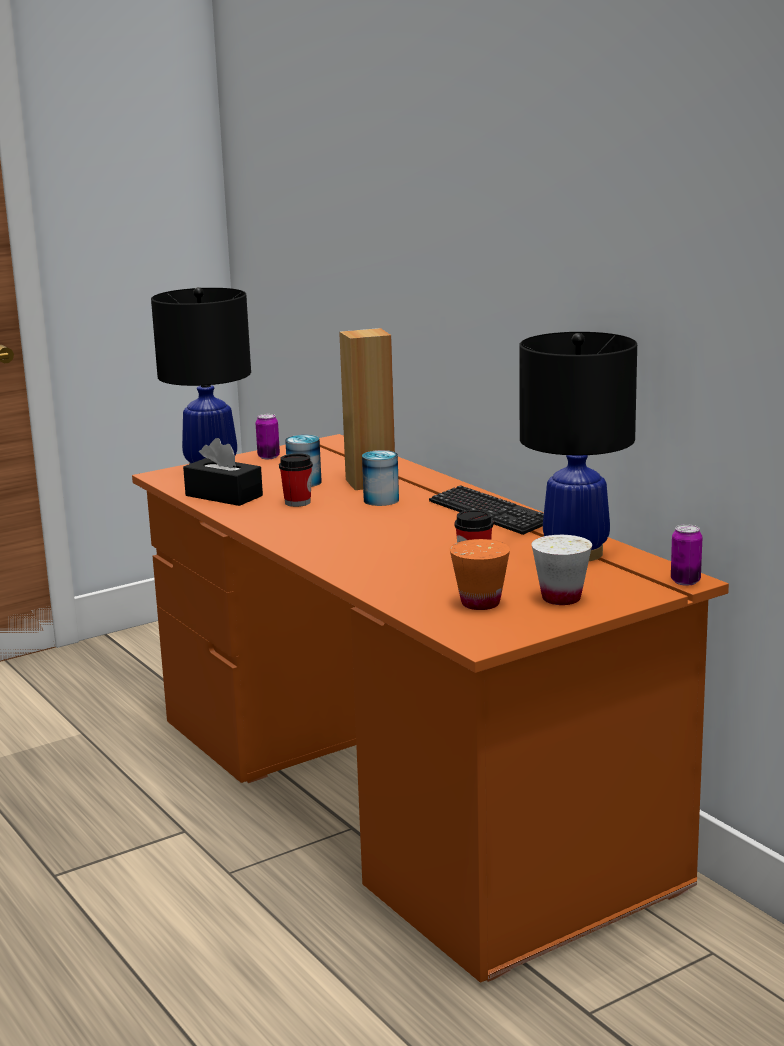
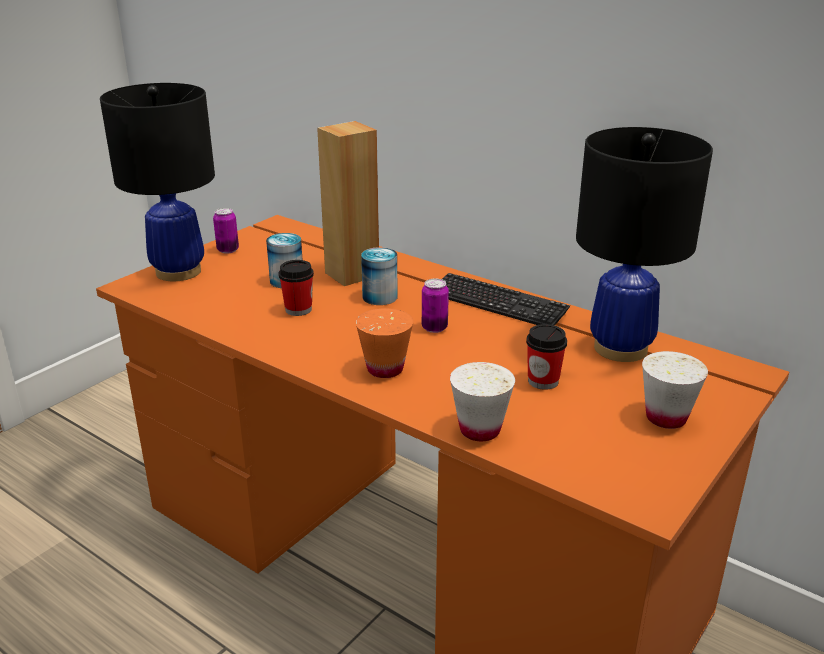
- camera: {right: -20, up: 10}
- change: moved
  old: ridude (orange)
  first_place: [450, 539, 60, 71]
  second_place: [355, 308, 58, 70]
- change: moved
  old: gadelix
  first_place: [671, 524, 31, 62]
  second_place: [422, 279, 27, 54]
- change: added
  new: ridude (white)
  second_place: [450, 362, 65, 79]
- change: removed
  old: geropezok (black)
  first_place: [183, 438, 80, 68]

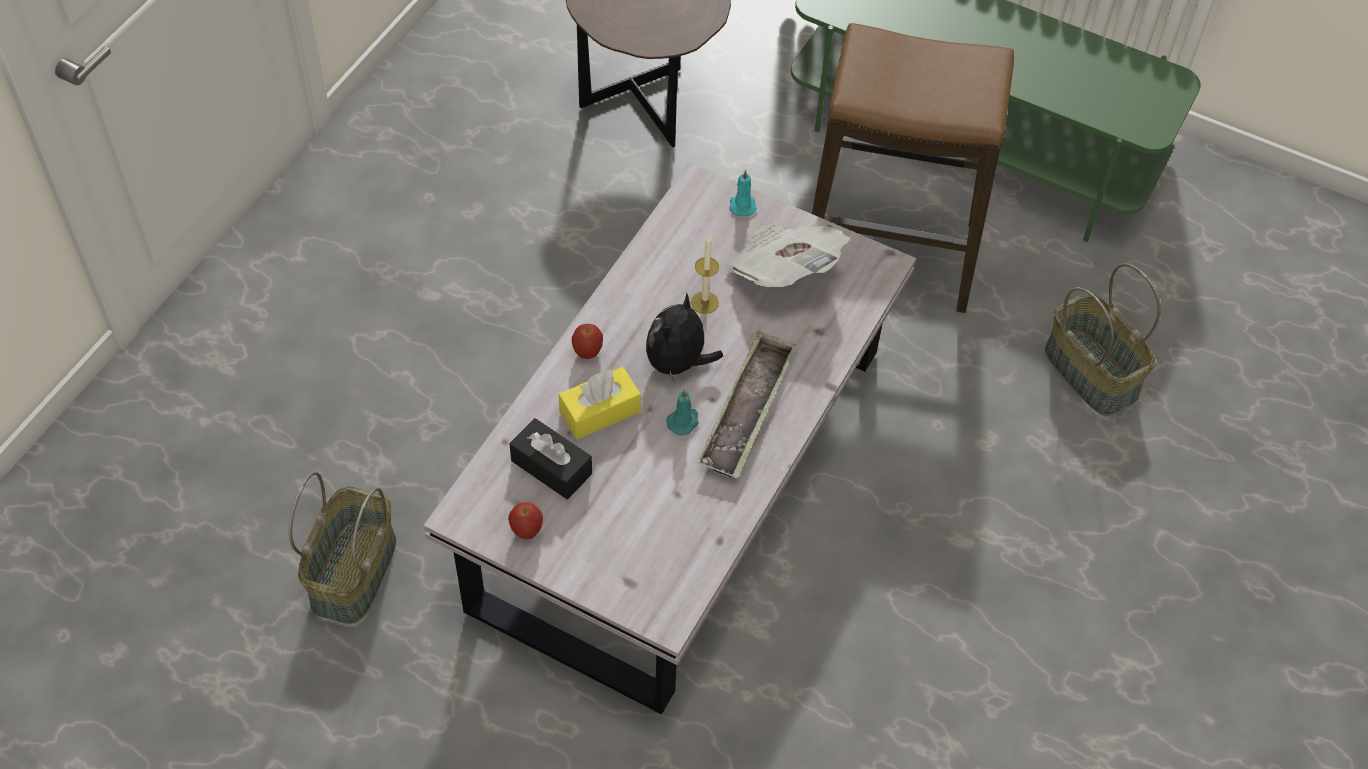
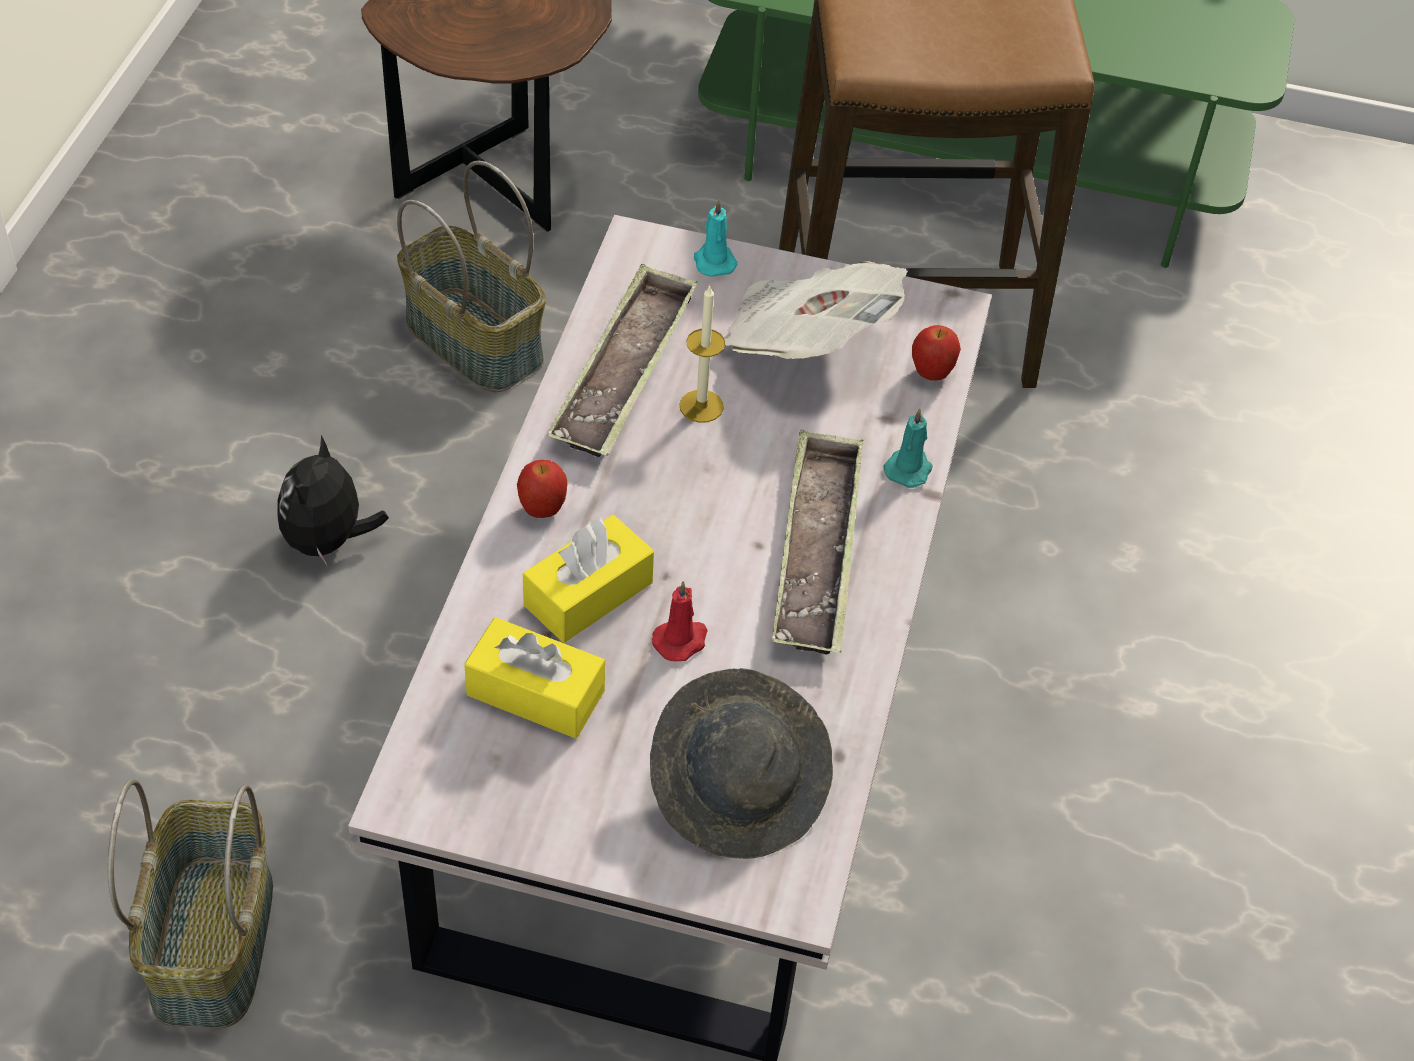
- camera: {right: -15, up: -5}
- change: moved
  old: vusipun
  first_place: [646, 293, 77, 91]
  second_place: [277, 435, 112, 130]
- change: moved
  old: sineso
  first_place: [1045, 263, 116, 153]
  second_place: [397, 161, 149, 231]
- change: recoloured
  old: geropezok (black)
  new: geropezok (yellow)
  first_place: [509, 418, 83, 81]
  second_place: [464, 617, 141, 122]
- change: added
  new: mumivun
  second_place: [547, 264, 151, 193]
- change: added
  new: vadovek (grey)
  second_place: [650, 668, 183, 191]
- change: added
  new: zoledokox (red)
  second_place: [652, 581, 56, 80]
- change: moved
  old: zoledokox (turquoise)
  first_place: [666, 389, 33, 47]
  second_place: [884, 408, 49, 80]
- change: moved
  old: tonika
  first_place: [508, 502, 35, 37]
  second_place: [912, 325, 49, 56]

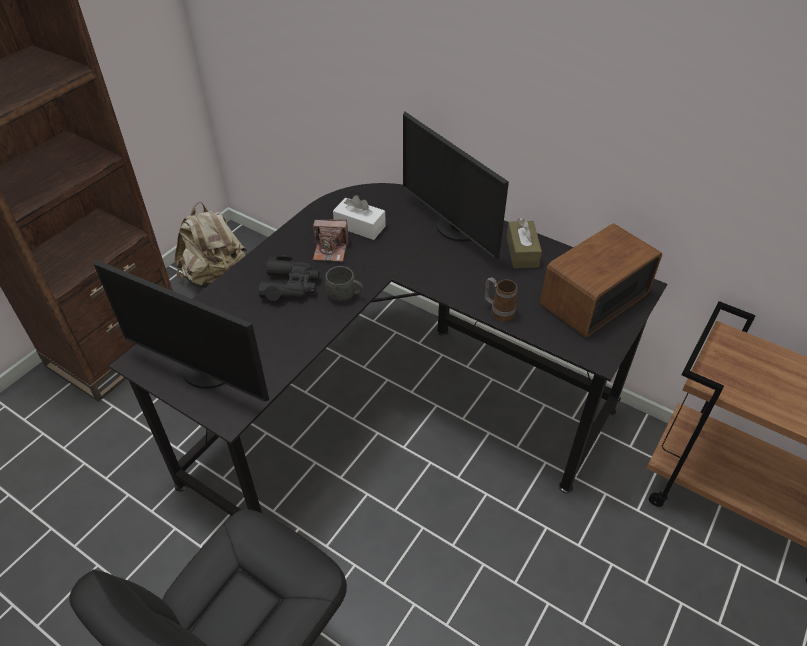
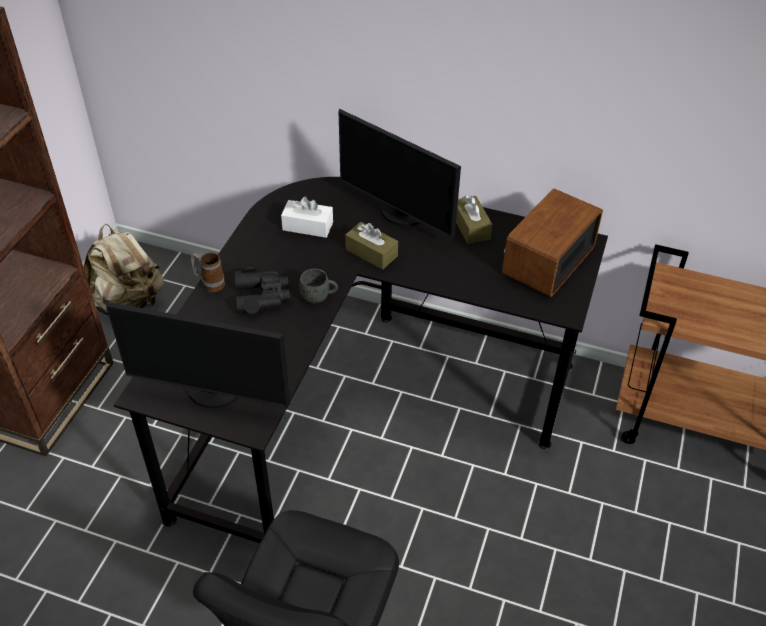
- camera: {right: -15, up: 0}
- change: moved
  old: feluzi
  first_place: [485, 277, 32, 45]
  second_place: [191, 252, 34, 40]
- change: added
  new: geropezok (brown)
  second_place: [345, 222, 53, 47]
- change: removed
  old: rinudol
  first_place: [313, 220, 36, 42]

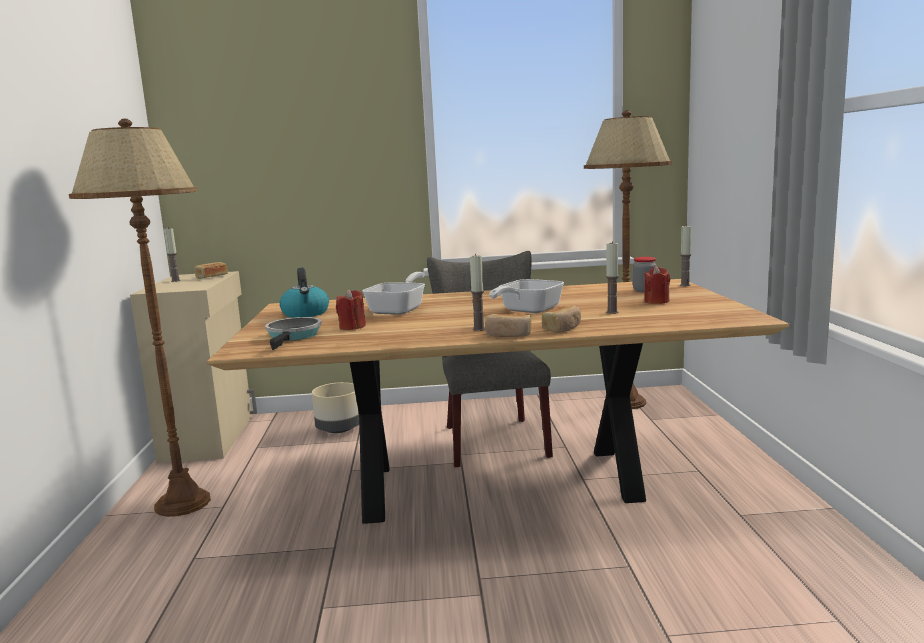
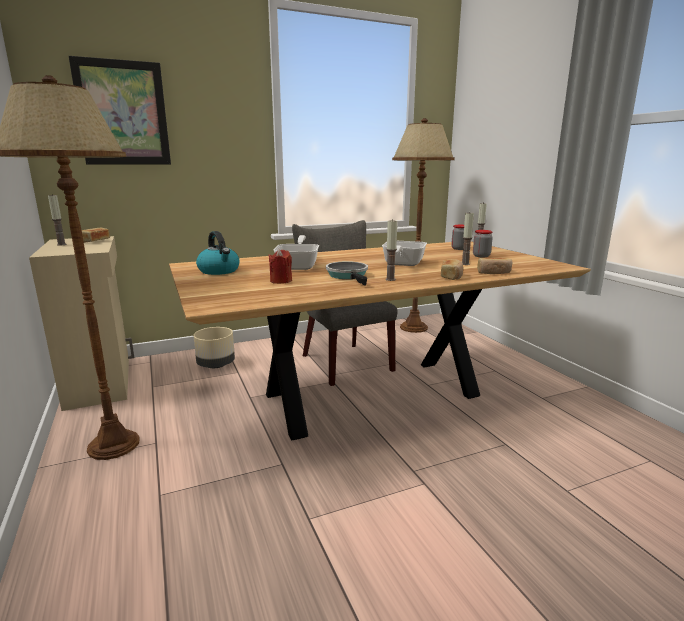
- camera: {right: -20, up: 5}
- change: added
  new: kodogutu
  second_place: [69, 56, 102, 108]
- change: moved
  old: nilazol
  first_place: [265, 317, 57, 33]
  second_place: [326, 261, 42, 25]
- change: replaced
  old: zoledokox (red)
  new: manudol
  first_place: [644, 266, 26, 38]
  second_place: [473, 230, 20, 27]
- change: moved
  old: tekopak
  first_place: [485, 314, 46, 23]
  second_place: [477, 258, 35, 16]

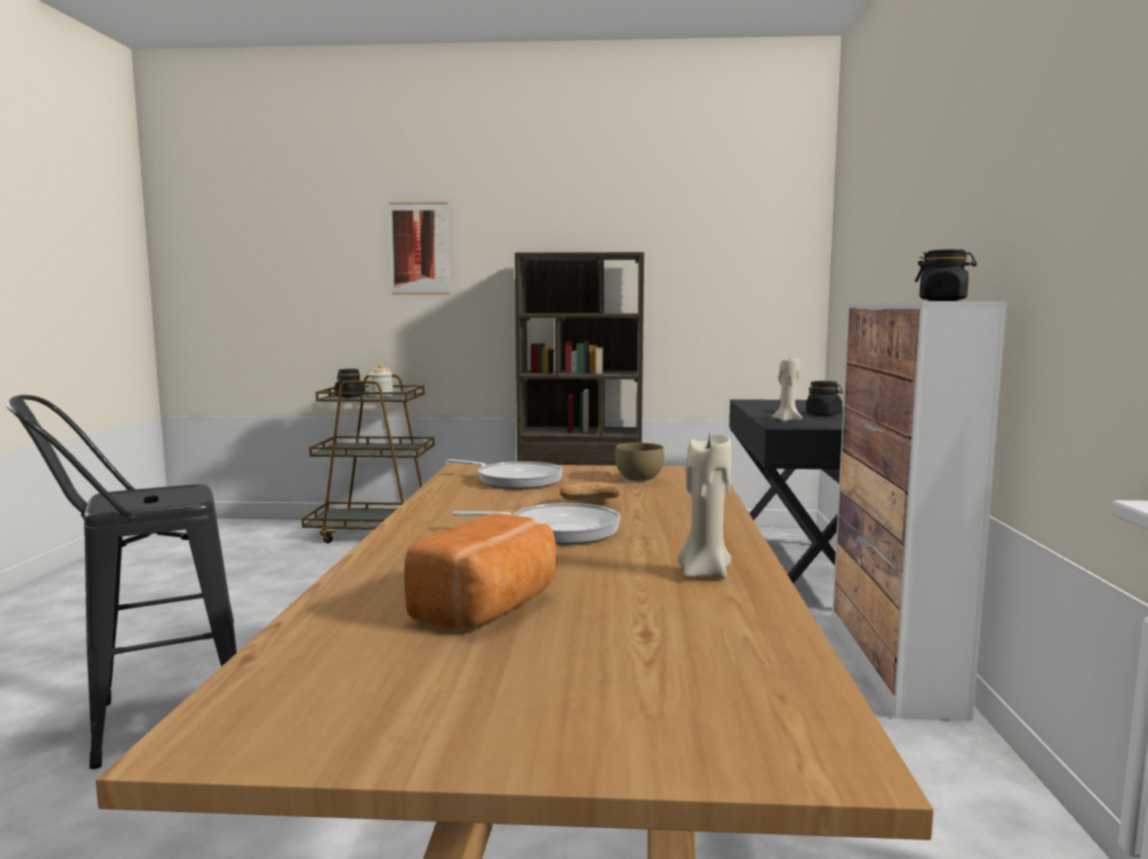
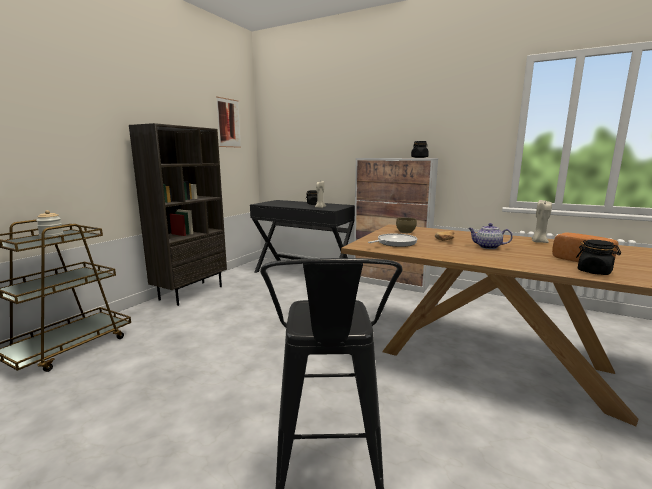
- camera: {right: -65, up: 5}
- change: moved
  old: kodogutu
  first_place: [389, 202, 61, 93]
  second_place: [216, 96, 25, 52]
- change: replaced
  old: nilazol
  new: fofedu
  first_place: [453, 503, 168, 42]
  second_place: [468, 223, 45, 26]
- change: moved
  old: manudol (black)
  first_place: [334, 369, 30, 29]
  second_place: [576, 240, 45, 35]

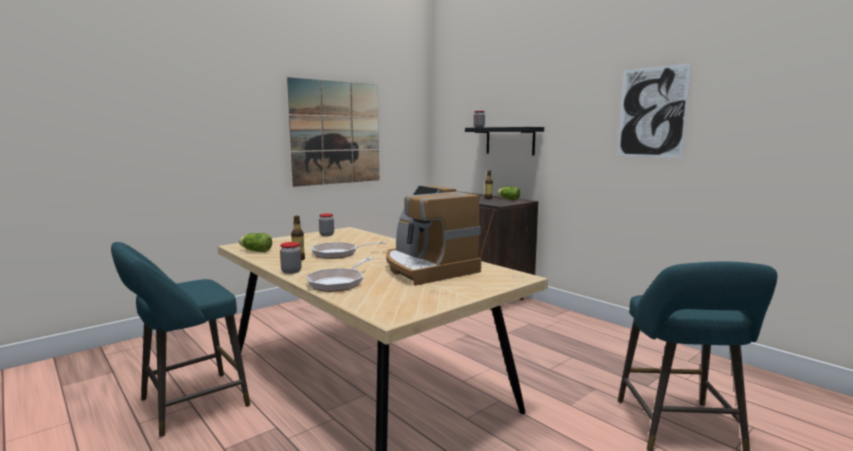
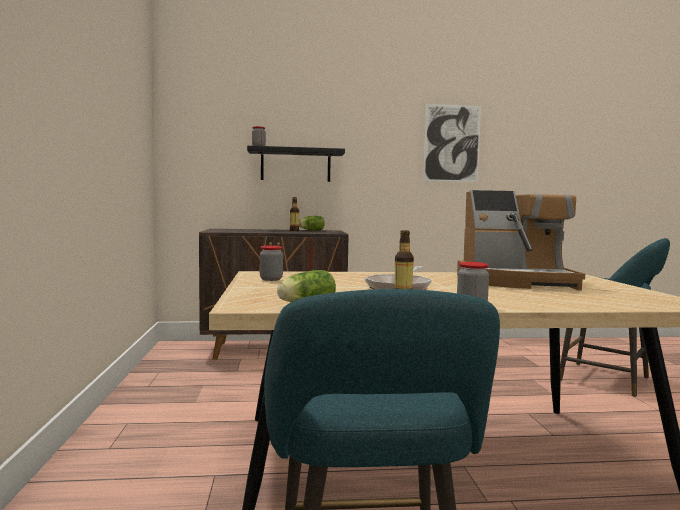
- camera: {right: -55, up: -5}
- change: removed
  old: kodogutu
  first_place: [287, 77, 92, 110]
- change: removed
  old: nilazol
  first_place: [306, 257, 68, 35]

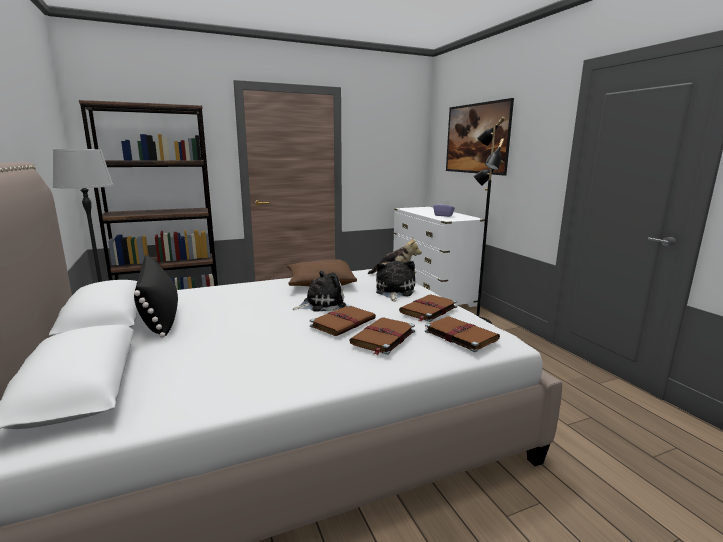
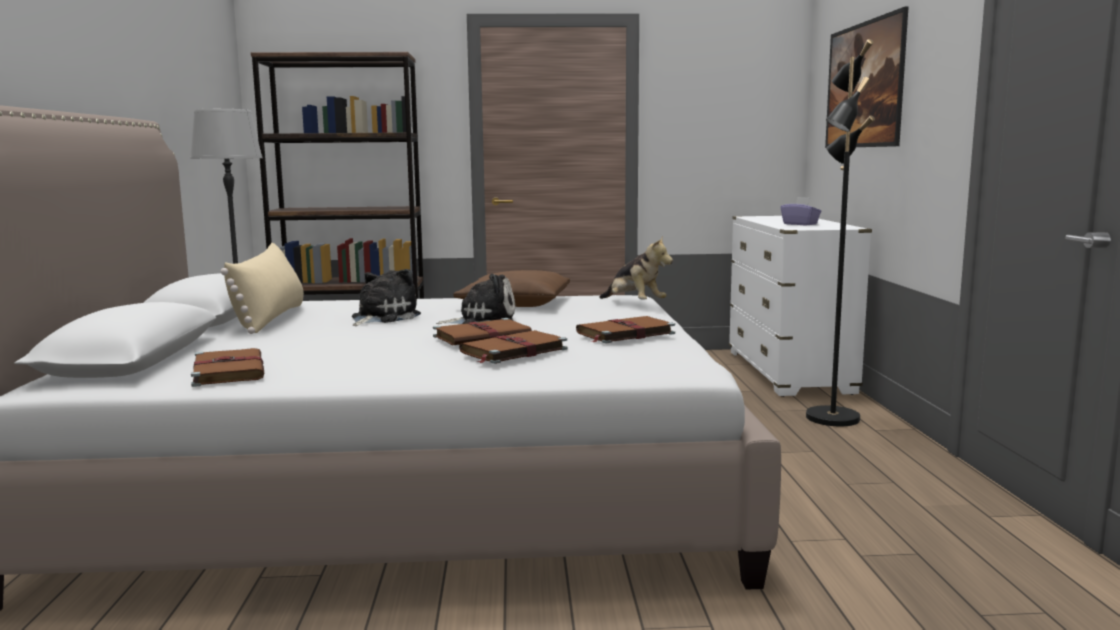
- camera: {right: 20, up: -5}
- change: moved
  old: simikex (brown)
  first_place: [425, 316, 75, 36]
  second_place: [191, 348, 73, 39]
- change: recoloured
  old: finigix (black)
  new: finigix (beige)
  first_place: [134, 255, 44, 83]
  second_place: [220, 243, 84, 91]
- change: moved
  old: vusipun
  first_place: [376, 261, 39, 40]
  second_place: [352, 269, 69, 57]

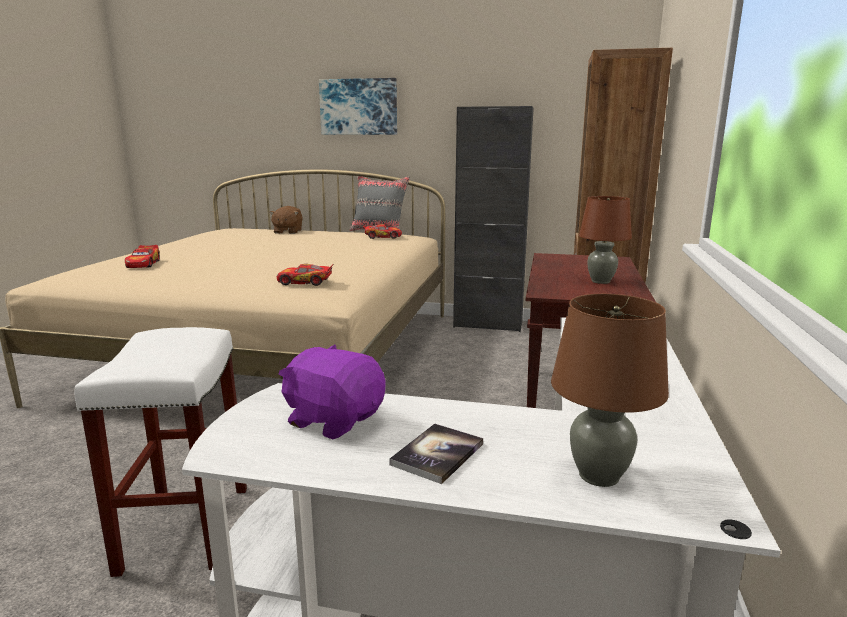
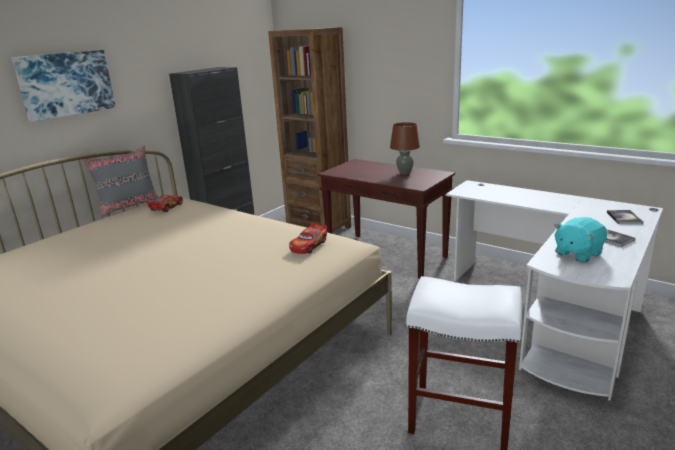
- camera: {right: -65, up: 5}
- change: recoloured
  old: vusipun (purple)
  new: vusipun (turquoise)
  first_place: [279, 345, 106, 94]
  second_place: [554, 217, 53, 45]
- change: replaced
  old: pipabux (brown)
  new: simikex
  first_place: [551, 294, 118, 193]
  second_place: [607, 210, 36, 14]
- change: removed
  old: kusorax
  first_place: [125, 245, 35, 23]
- change: removed
  old: vusipun (brown)
  first_place: [269, 206, 34, 28]

